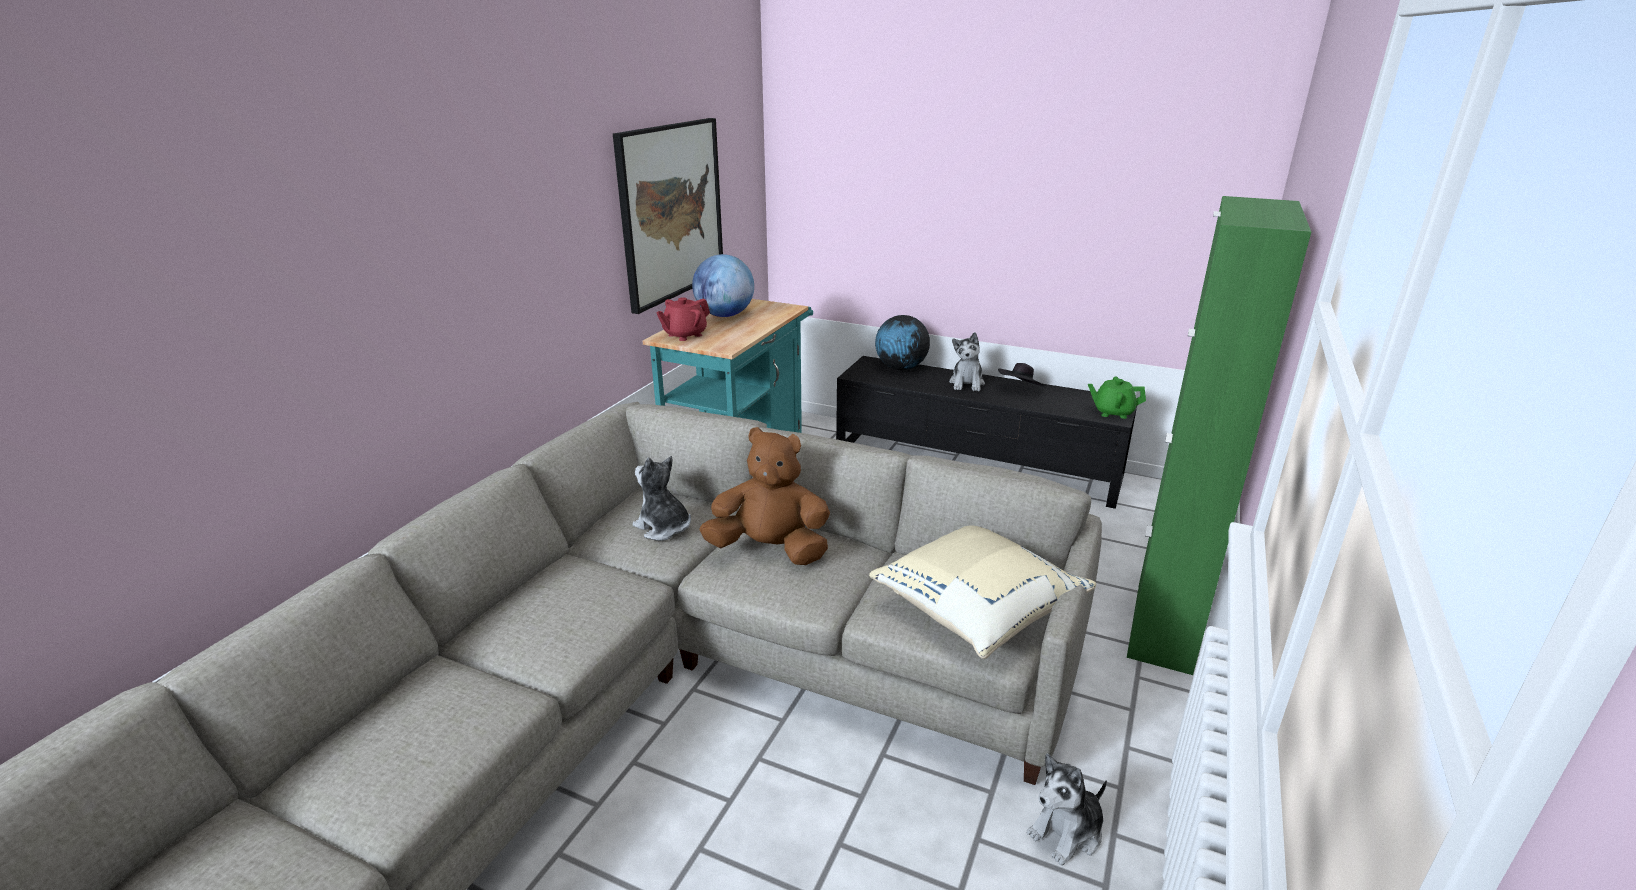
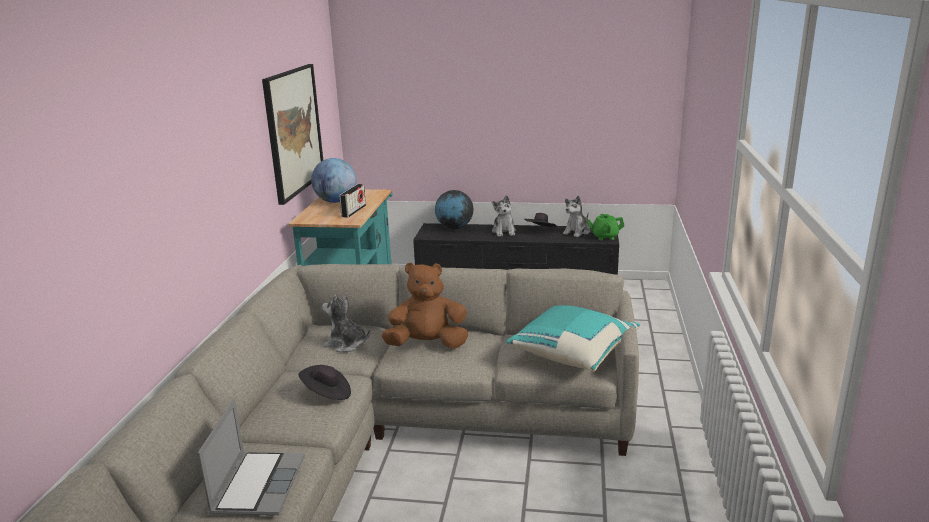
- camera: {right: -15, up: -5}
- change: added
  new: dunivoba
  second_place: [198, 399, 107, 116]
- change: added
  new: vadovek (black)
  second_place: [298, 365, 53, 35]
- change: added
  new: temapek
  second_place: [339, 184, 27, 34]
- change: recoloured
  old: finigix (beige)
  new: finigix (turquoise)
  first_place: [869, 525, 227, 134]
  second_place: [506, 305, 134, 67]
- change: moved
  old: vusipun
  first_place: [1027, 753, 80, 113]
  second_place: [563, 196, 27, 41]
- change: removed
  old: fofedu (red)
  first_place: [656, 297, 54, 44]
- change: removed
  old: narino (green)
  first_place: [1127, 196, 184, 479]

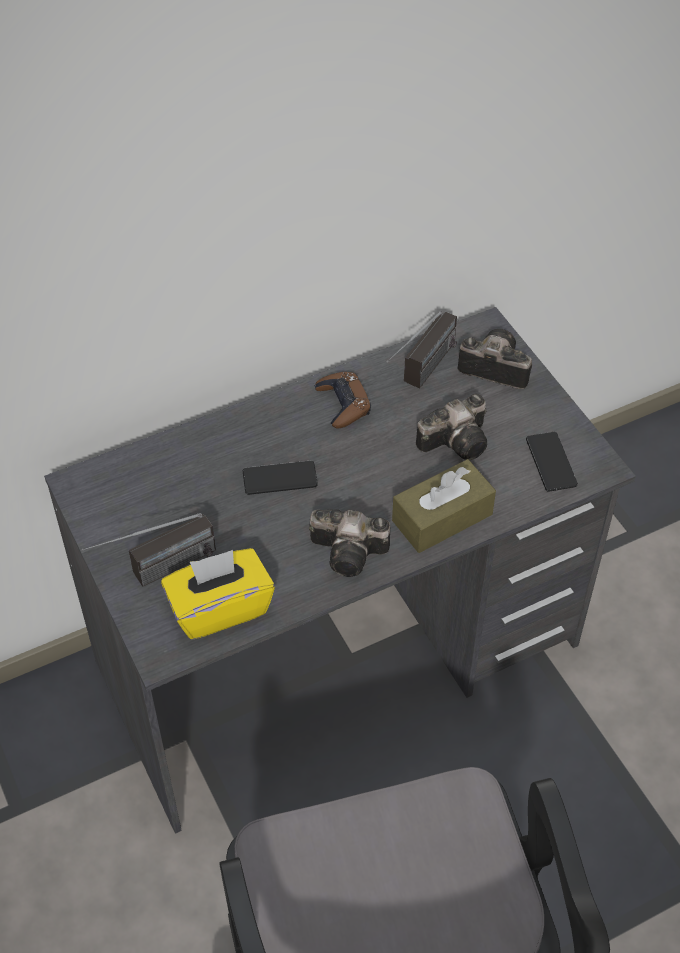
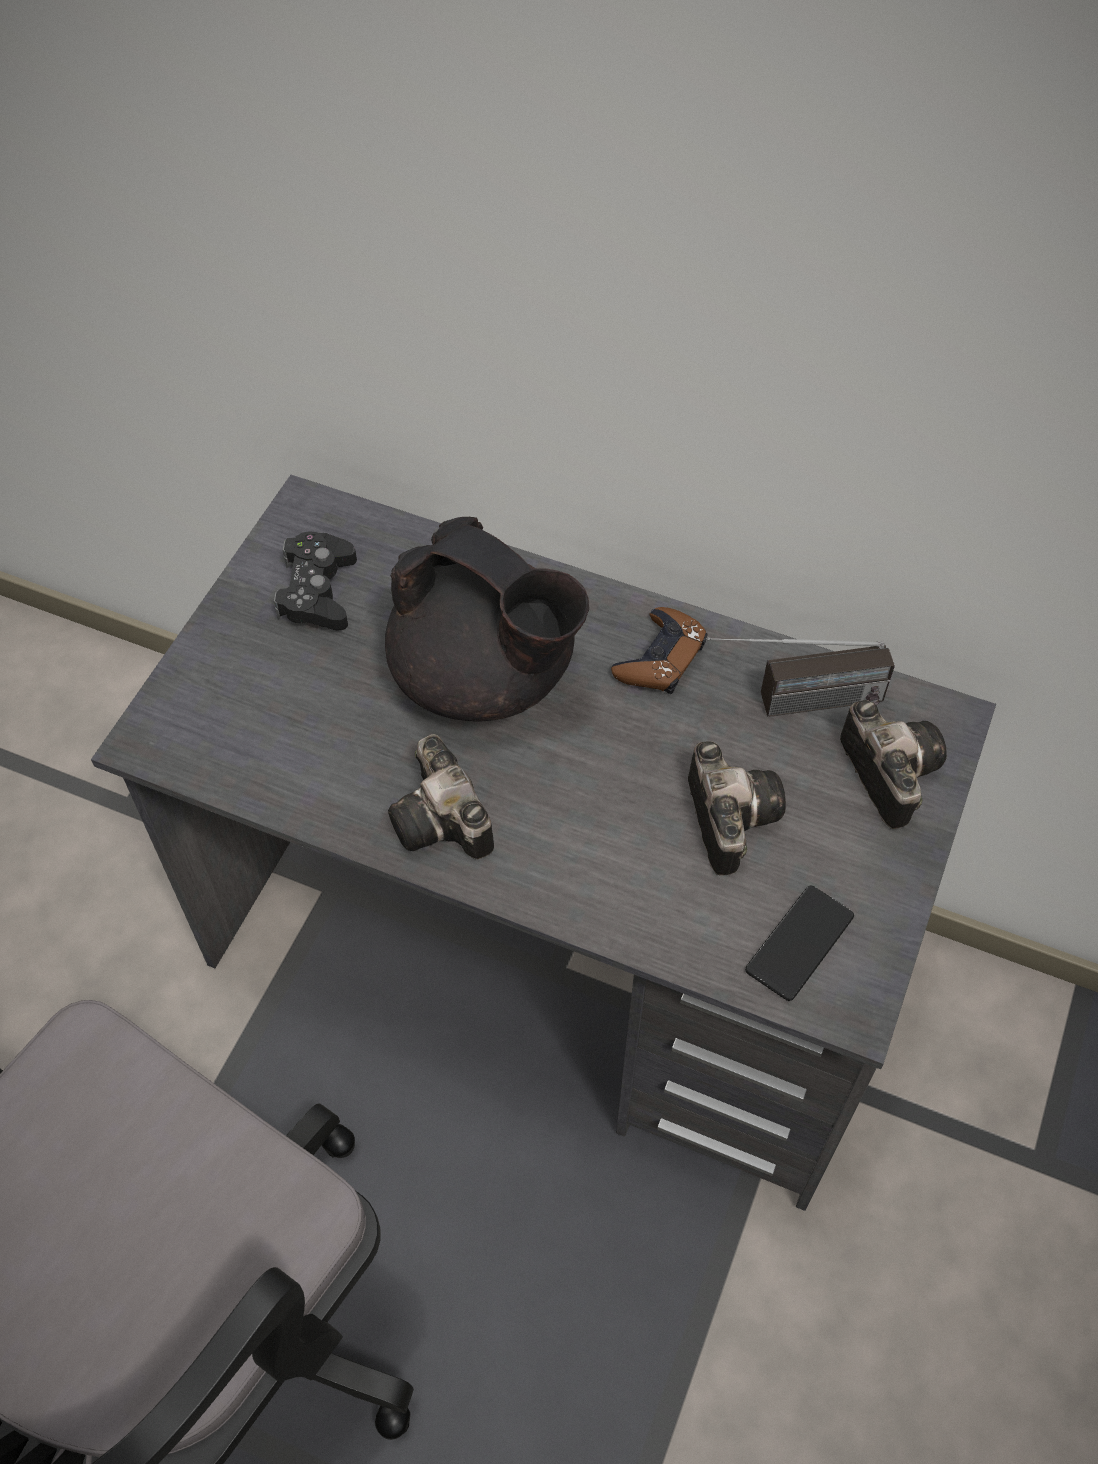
- camera: {right: 50, up: 5}
- change: added
  new: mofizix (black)
  second_place: [274, 532, 83, 99]
- change: replaced
  old: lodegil
  new: fofedu (black)
  first_place: [243, 460, 75, 35]
  second_place: [385, 517, 204, 204]
- change: turned
  old: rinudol
  first_place: [416, 394, 71, 66]
  second_place: [688, 741, 98, 135]
  degrees: -120
- change: removed
  old: temapek
  first_place: [81, 513, 135, 74]
- change: removed
  old: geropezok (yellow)
  first_place: [161, 548, 114, 92]
- change: removed
  old: geropezok (brown)
  first_place: [392, 459, 104, 94]

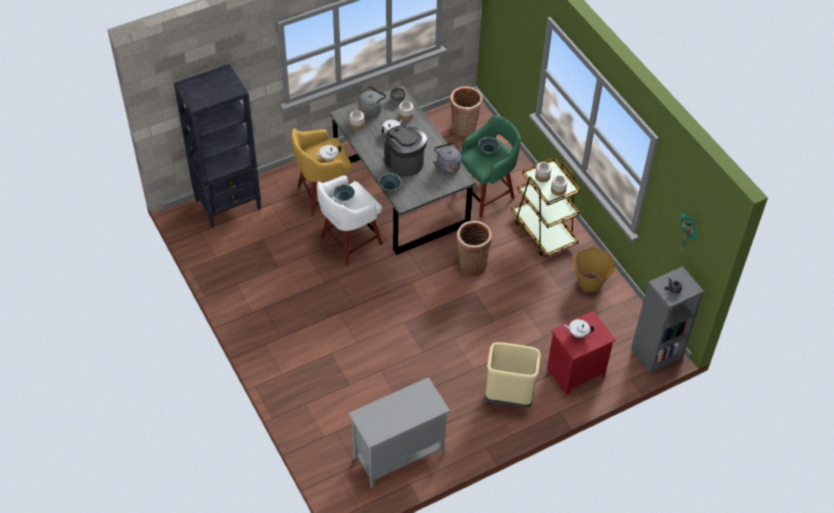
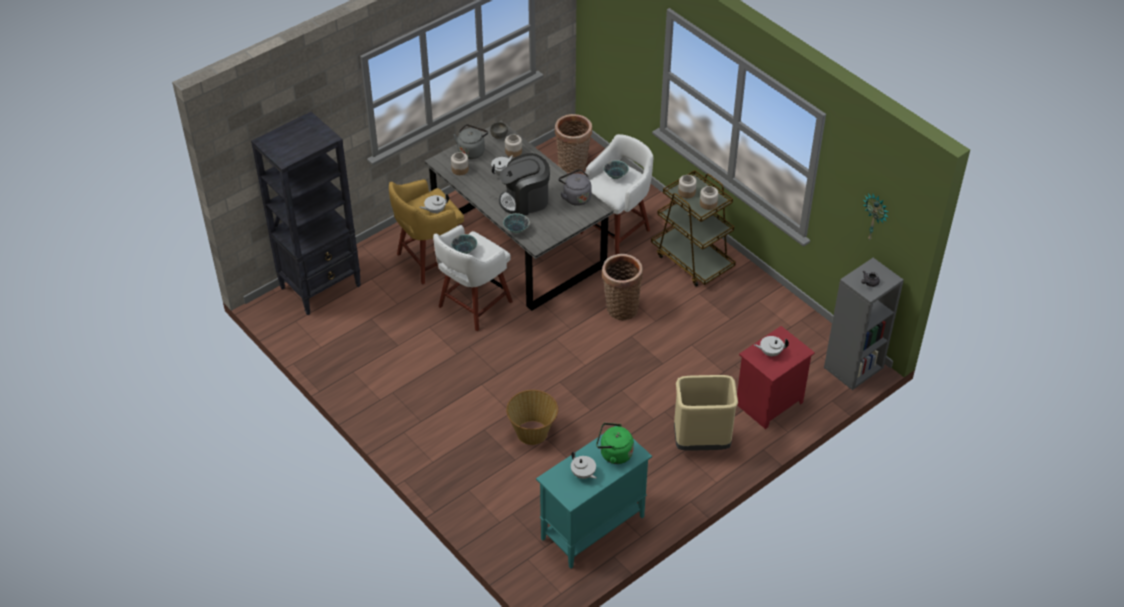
- camera: {right: -10, up: -5}
- change: turned
  old: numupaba
  first_place: [384, 125, 43, 52]
  second_place: [499, 153, 51, 62]
  degrees: -60
- change: moved
  old: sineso
  first_place: [573, 248, 42, 44]
  second_place: [506, 390, 52, 55]
- change: recoloured
  old: narino (grey)
  new: narino (turquoise)
  first_place: [349, 377, 101, 112]
  second_place: [536, 426, 116, 143]
- change: added
  new: fofedu (white)
  second_place: [571, 452, 26, 27]
- change: recoloured
  old: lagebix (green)
  new: lagebix (white)
  first_place: [460, 115, 61, 103]
  second_place: [580, 134, 73, 121]
- change: added
  new: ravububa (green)
  second_place: [596, 423, 38, 41]

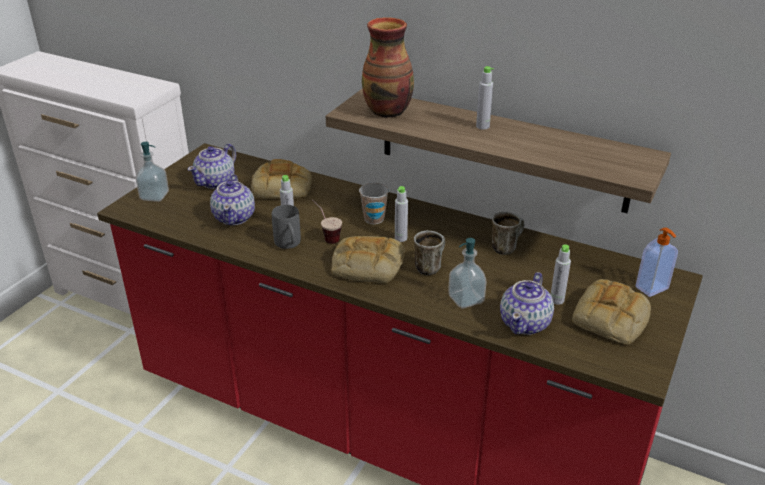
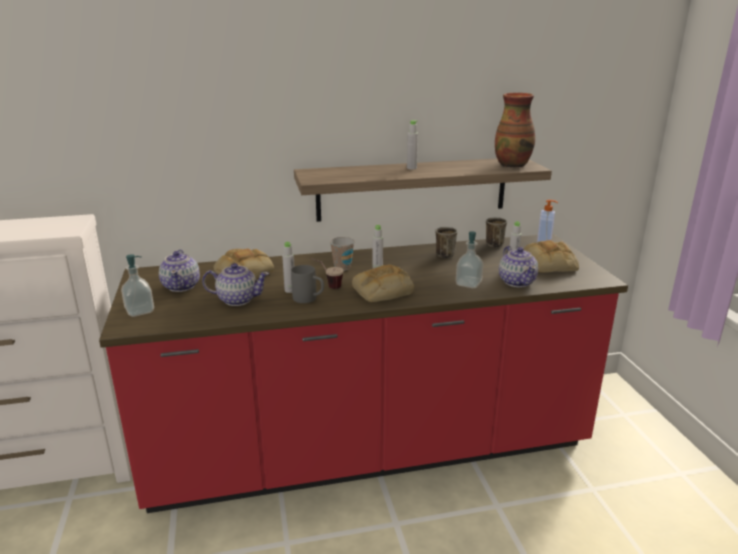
- camera: {right: -40, up: -10}
- change: turned
  old: fofedu
  first_place: [210, 174, 45, 51]
  second_place: [202, 263, 67, 43]
  degrees: -45
- change: moved
  old: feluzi
  first_place: [414, 231, 31, 44]
  second_place: [486, 217, 21, 30]
- change: moved
  old: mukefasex
  first_place: [362, 17, 52, 101]
  second_place: [495, 93, 40, 75]

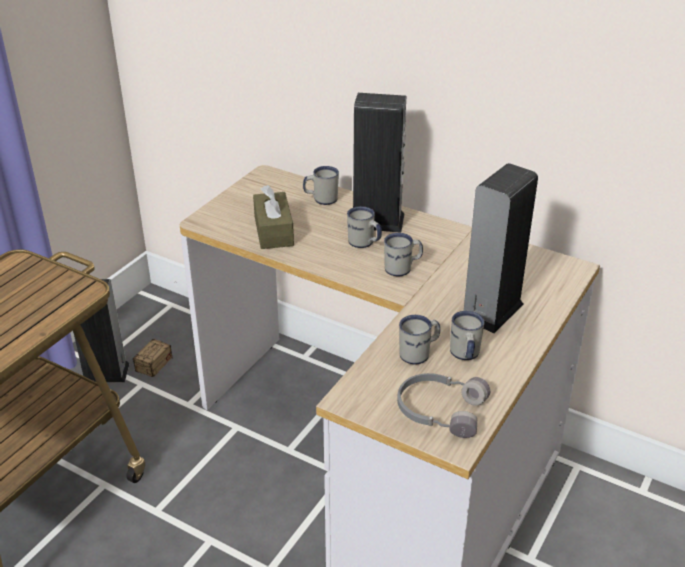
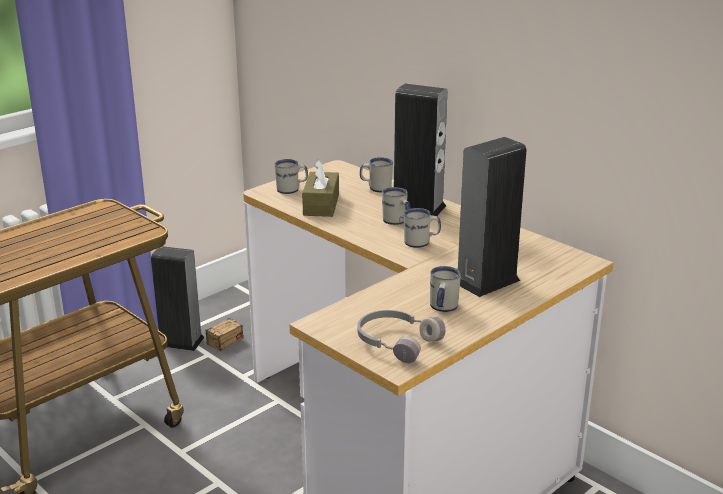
- camera: {right: 15, up: -10}
- change: moved
  old: feluzi (white)
  first_place: [399, 315, 41, 49]
  second_place: [275, 159, 33, 35]

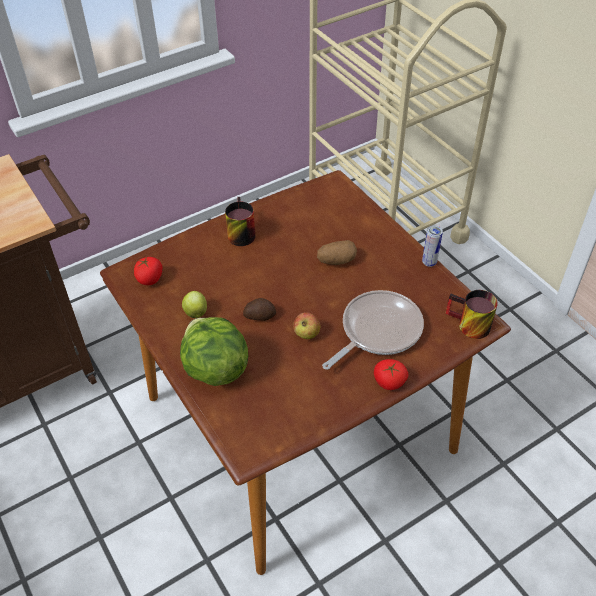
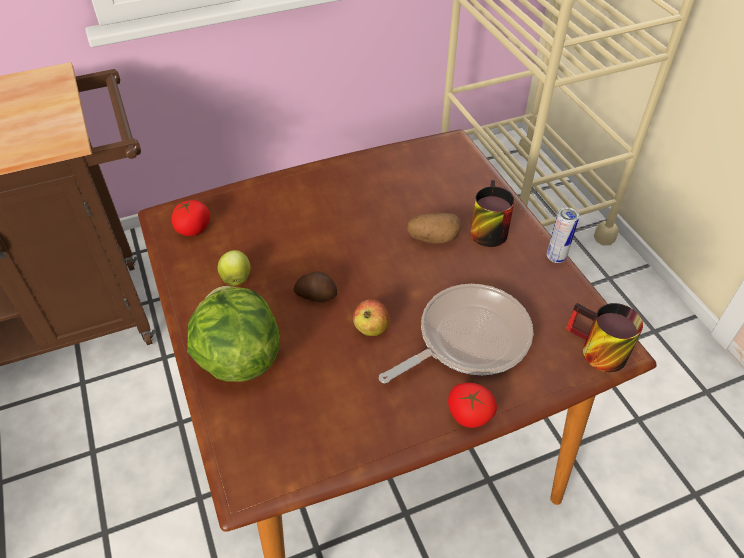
- camera: {right: 10, up: 0}
- change: moved
  old: feluzi
  first_place: [225, 197, 30, 49]
  second_place: [470, 180, 45, 67]

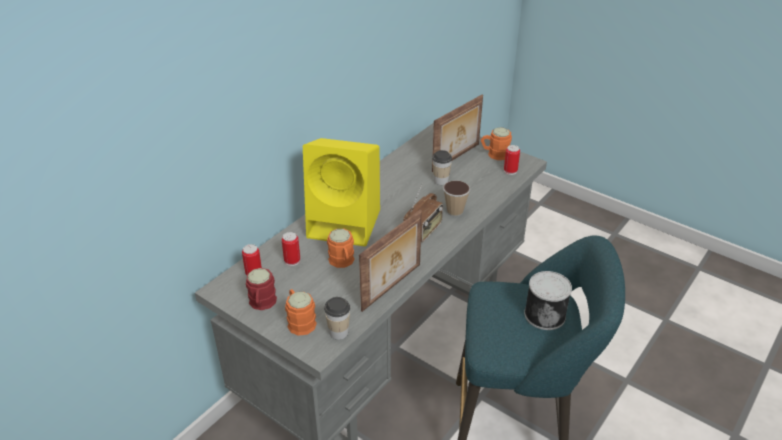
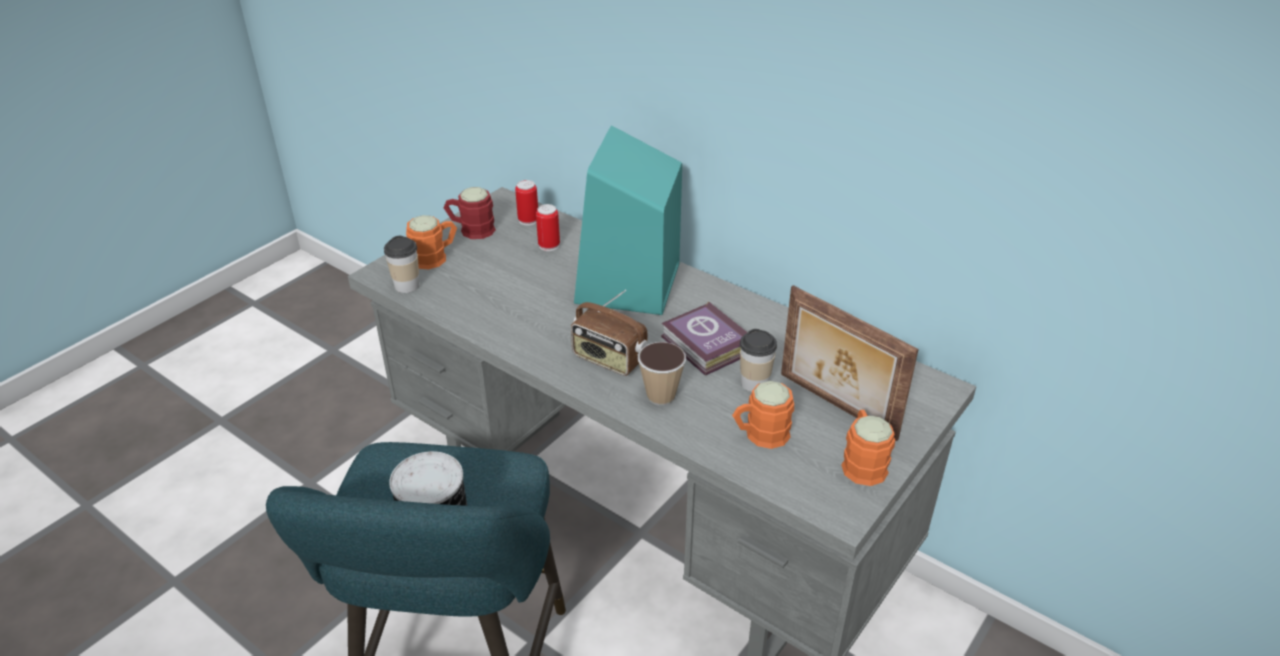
- camera: {right: 90, up: 0}
- change: recoloured
  old: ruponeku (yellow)
  new: ruponeku (turquoise)
  first_place: [303, 138, 77, 108]
  second_place: [574, 125, 108, 190]
- change: added
  new: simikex
  second_place: [661, 301, 87, 75]
- change: moved
  old: feluzi (orange)
  first_place: [327, 229, 27, 39]
  second_place: [732, 381, 62, 68]
- change: removed
  old: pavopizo
  first_place: [359, 209, 63, 103]
- change: removed
  old: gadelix
  first_place: [504, 145, 16, 30]

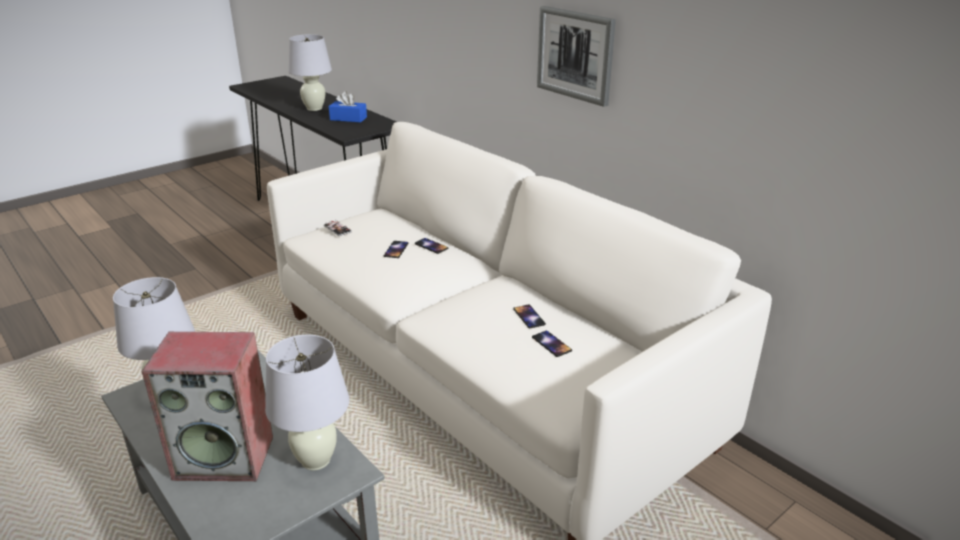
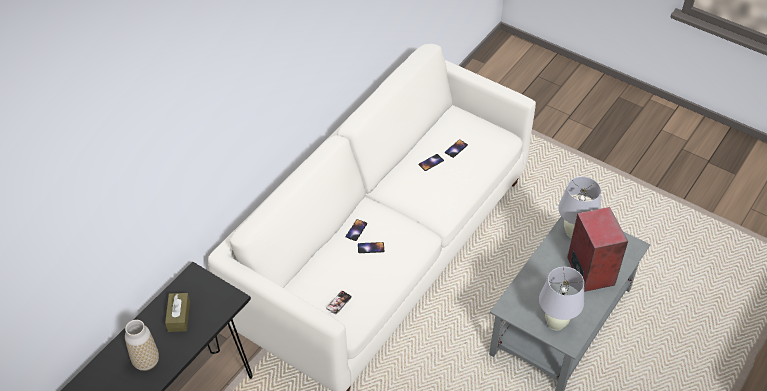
- camera: {right: -105, up: 20}
- change: replaced
  old: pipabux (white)
  new: mukefasex
  first_place: [289, 34, 43, 77]
  second_place: [125, 320, 34, 51]
- change: recoloured
  old: geropezok (blue)
  new: geropezok (brown)
  first_place: [329, 91, 38, 32]
  second_place: [165, 293, 25, 39]
- change: removed
  old: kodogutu
  first_place: [537, 6, 79, 101]

